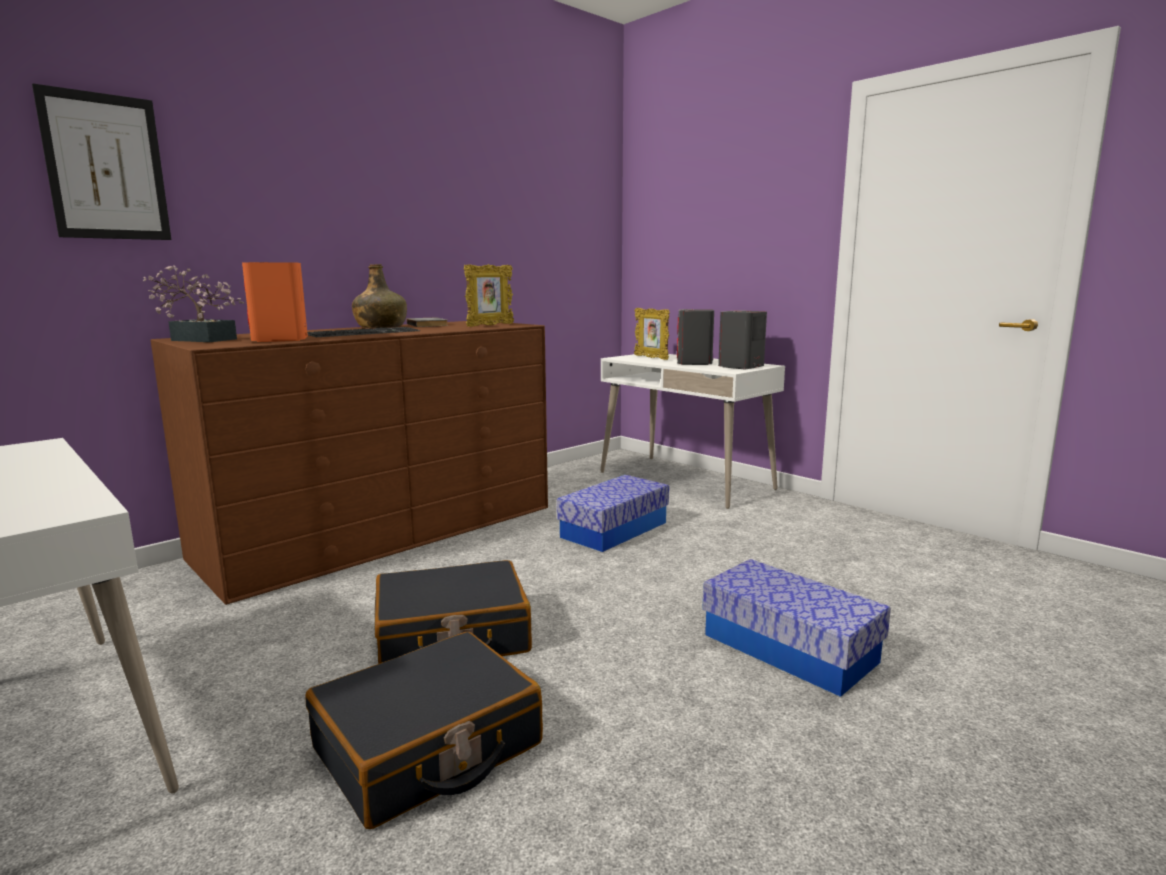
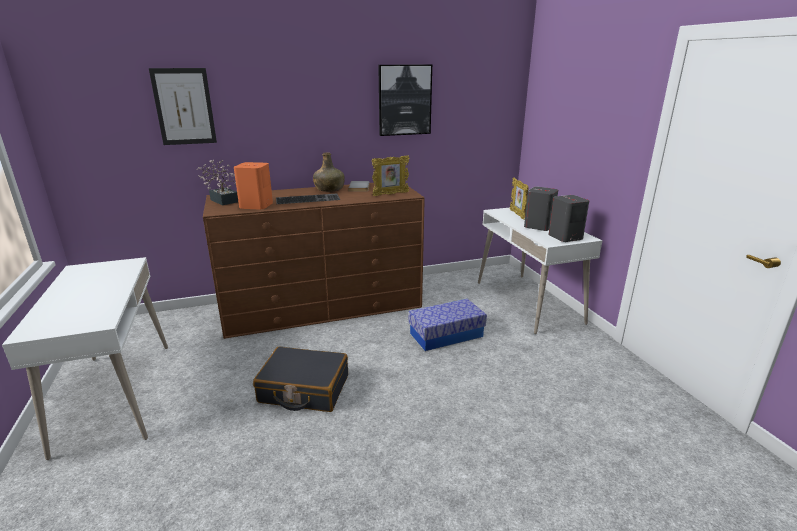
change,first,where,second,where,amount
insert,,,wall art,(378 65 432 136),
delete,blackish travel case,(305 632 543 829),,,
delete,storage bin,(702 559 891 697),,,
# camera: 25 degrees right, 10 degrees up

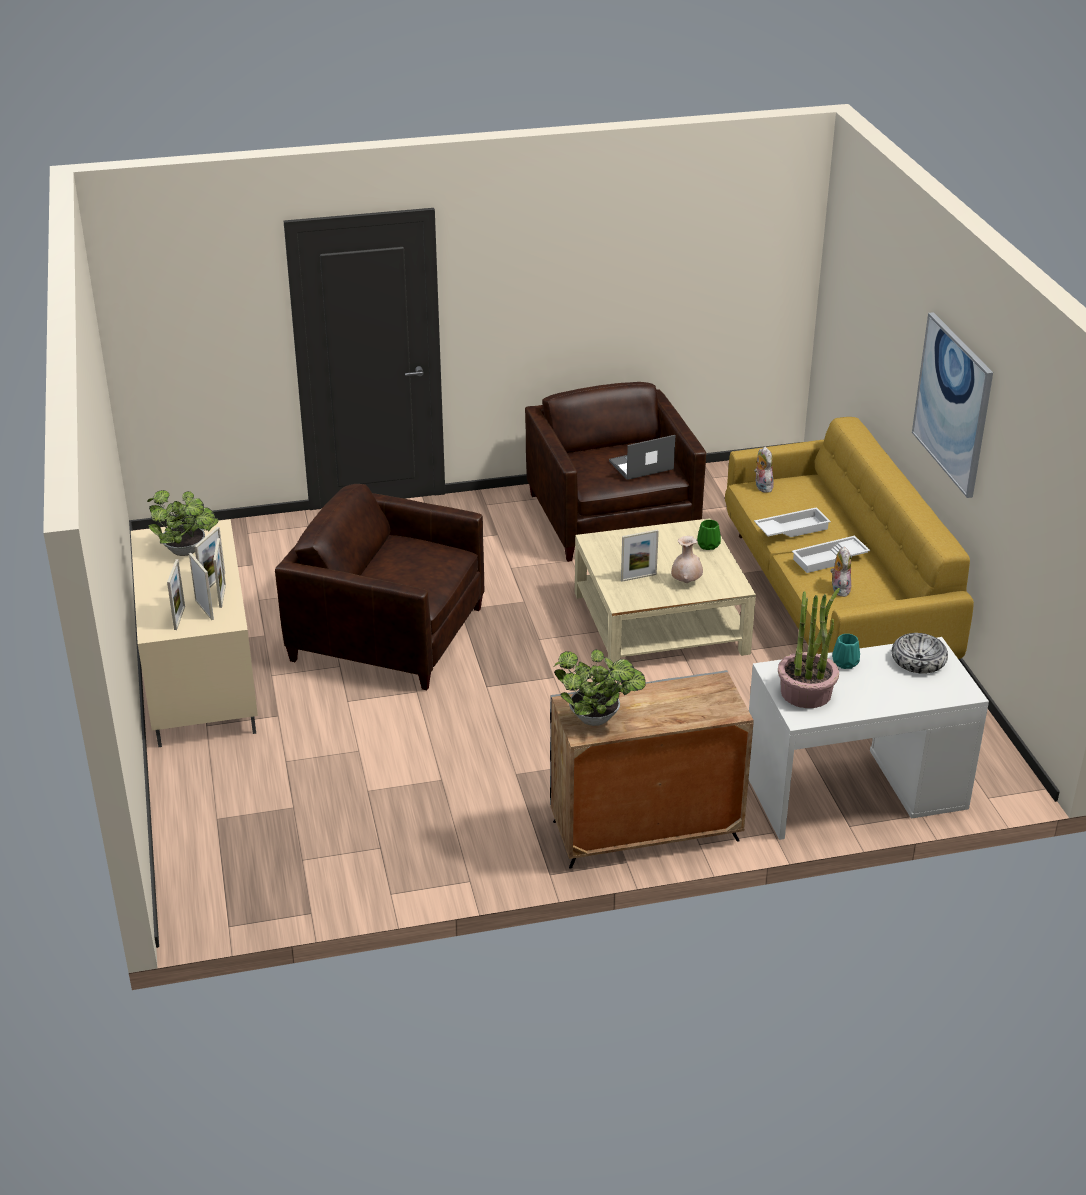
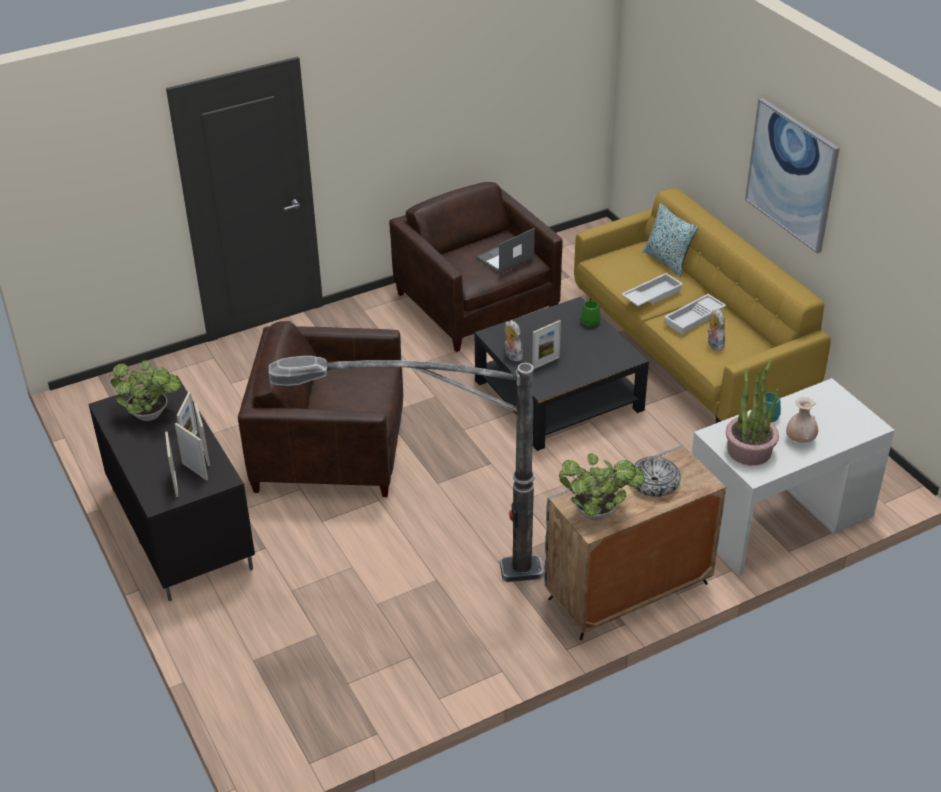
change,first,where,second,where,amount
recolor,beige tv unit,(131 519 258 747),blackish tv unit,(89 376 255 601),
insert,,,floor lamp,(269 356 544 582),
recolor,beige low table,(575 518 756 671),blackish low table,(475 297 649 451),
move,plush toy,(754 447 774 493),,(505 320 525 362),
move,bowl,(892 633 948 674),,(633 456 681 497),
insert,,,cushion,(643 203 699 277),
move,beige flower vase,(671 536 703 583),,(786 397 818 443),
# camera: 15 degrees left, 5 degrees up

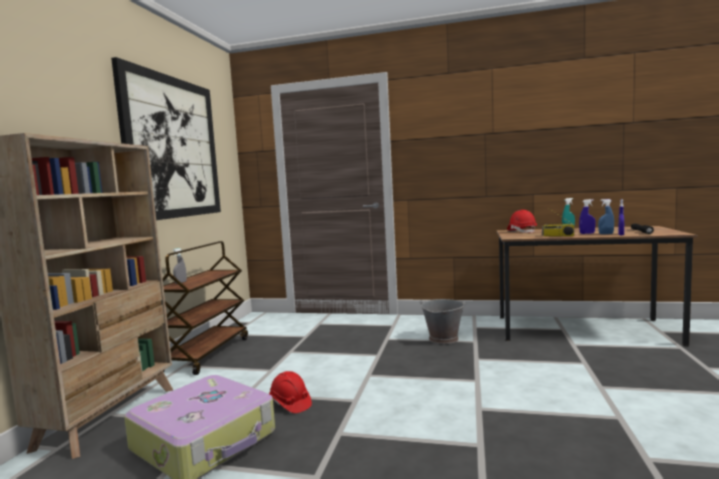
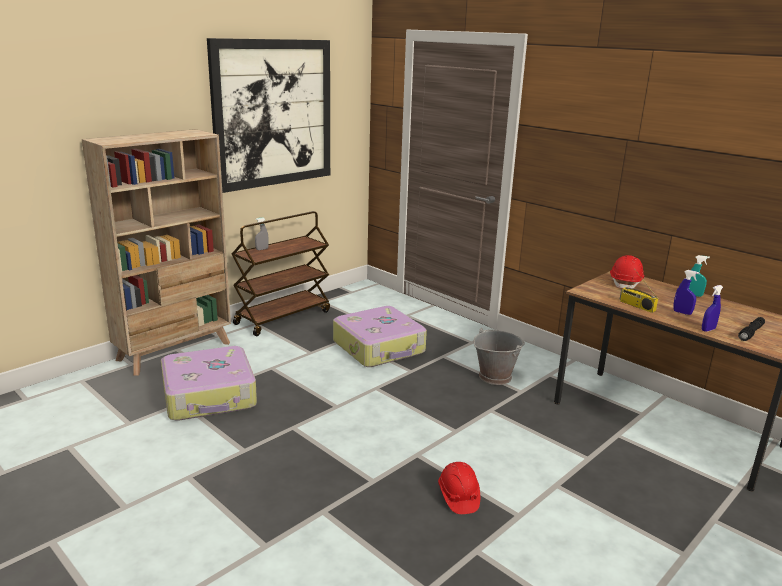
change,first,where,second,where,amount
insert,,,travel case,(333 306 427 367),
move,red hard hat,(269 371 312 413),,(438 462 480 514),
delete,blue spray bottle,(598 199 614 234),,,
# camera: 30 degrees right, 15 degrees up

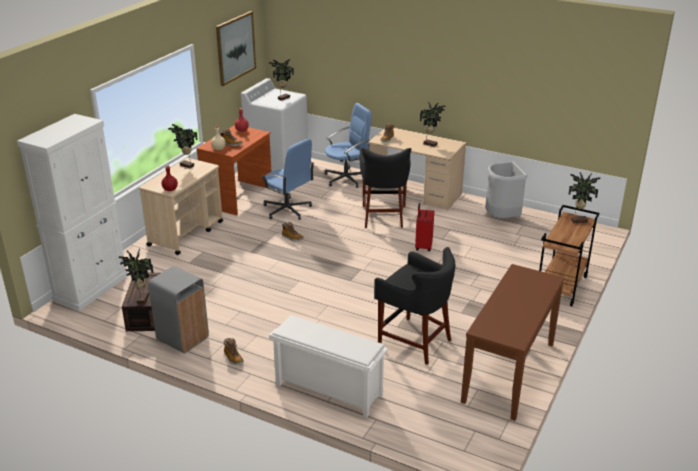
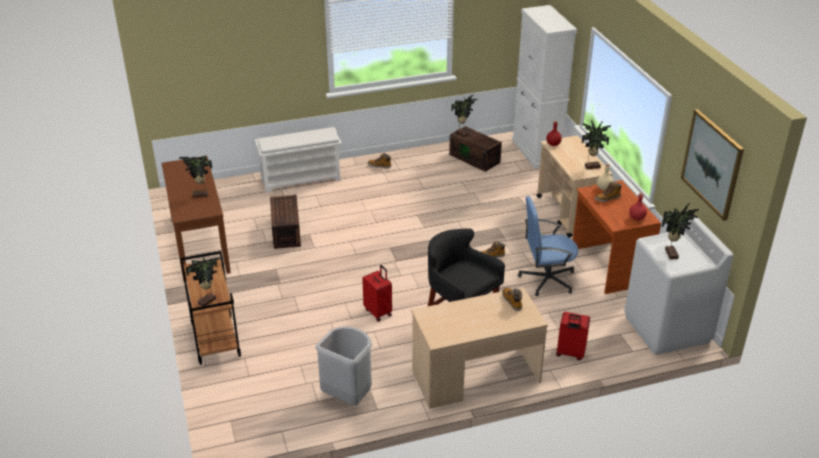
change,first,where,second,where,amount
move,plant in a pot,(420 102 445 147),,(179 156 212 198),
replace,blackish sitting stool,(374 247 456 365),brownish storage bin,(270 195 301 249),
replace,blue office chair,(324 103 371 188),red travel case,(556 312 590 361),
delete,greyish waste bin,(148 266 209 353),,,
# camera: 135 degrees right, 5 degrees up

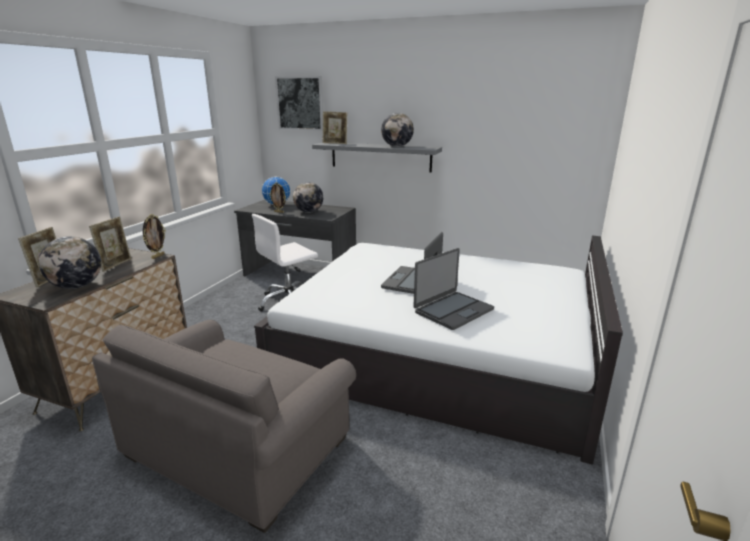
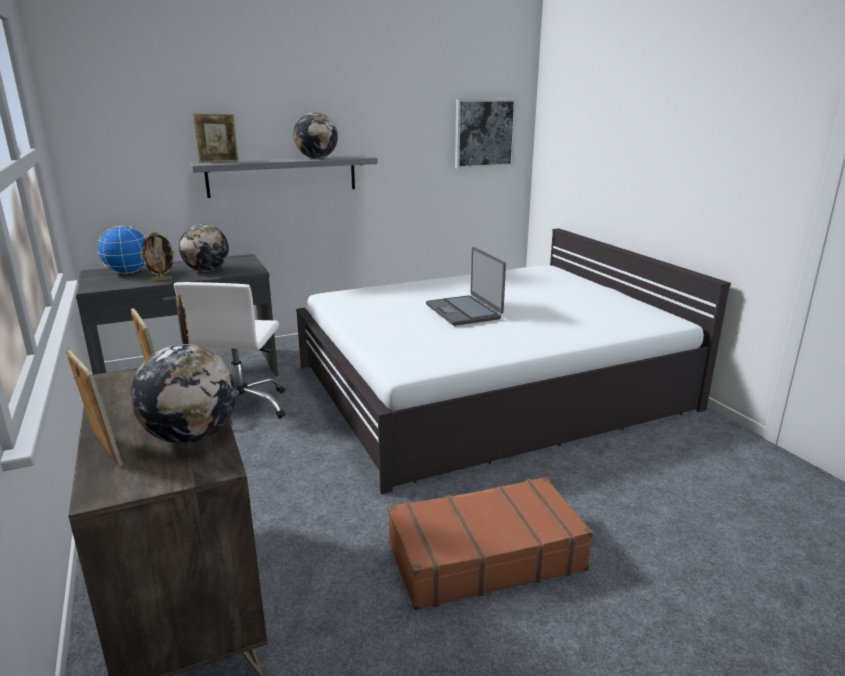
change,first,where,second,where,amount
replace,greyish lounge chair,(92 320 356 533),brownish travel case,(388 477 593 610),
move,wall art,(275 76 323 131),,(455 99 516 169),
delete,notebook computer,(414 248 494 330),,,
# camera: 45 degrees left, 0 degrees up

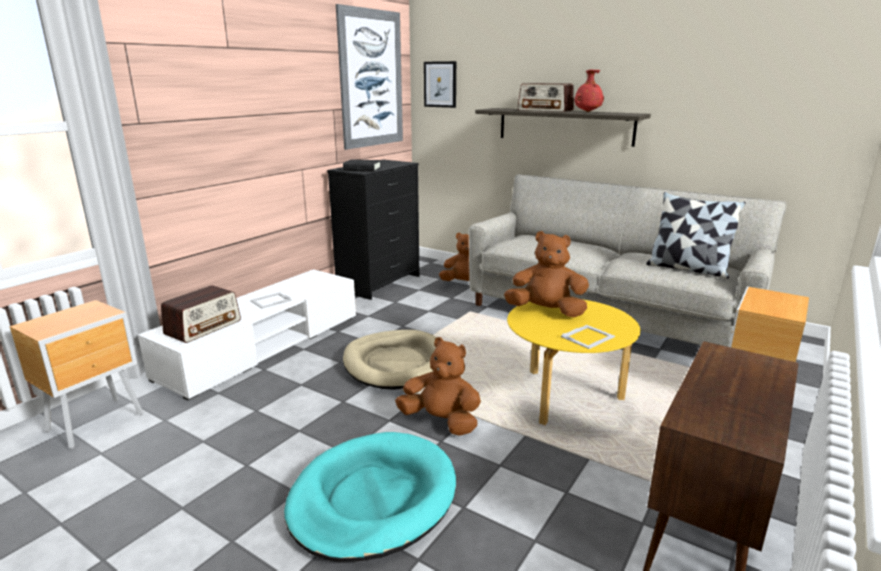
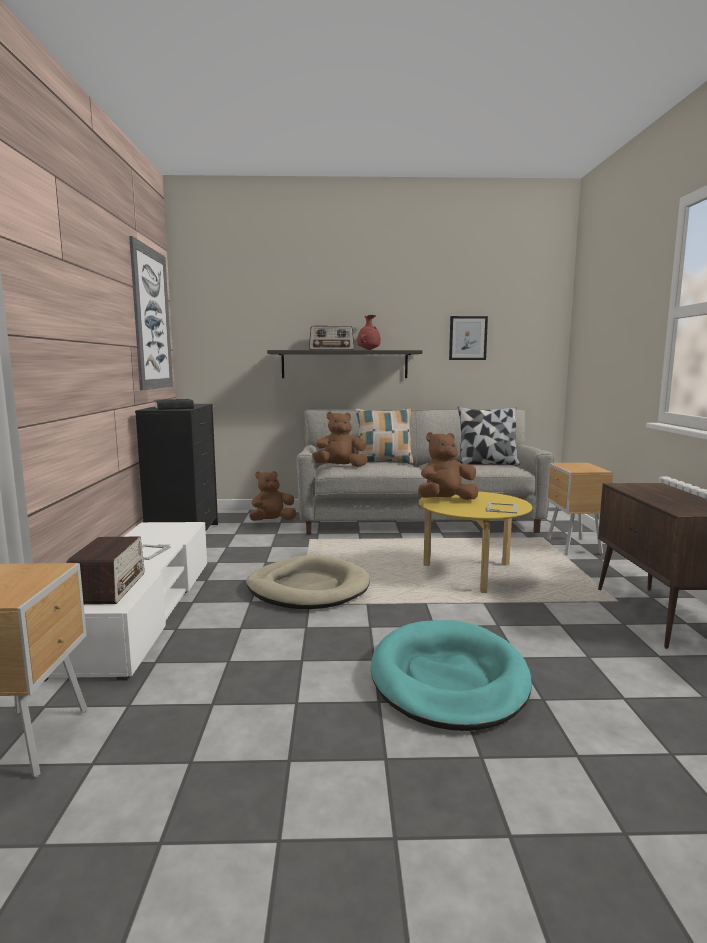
change,first,where,second,where,amount
move,brownish plush toy,(395 337 481 436),,(312 412 368 467),
insert,,,cushion,(355 408 413 464),
move,wall art,(424 61 456 108),,(449 316 488 360),
# camera: 35 degrees left, 10 degrees down

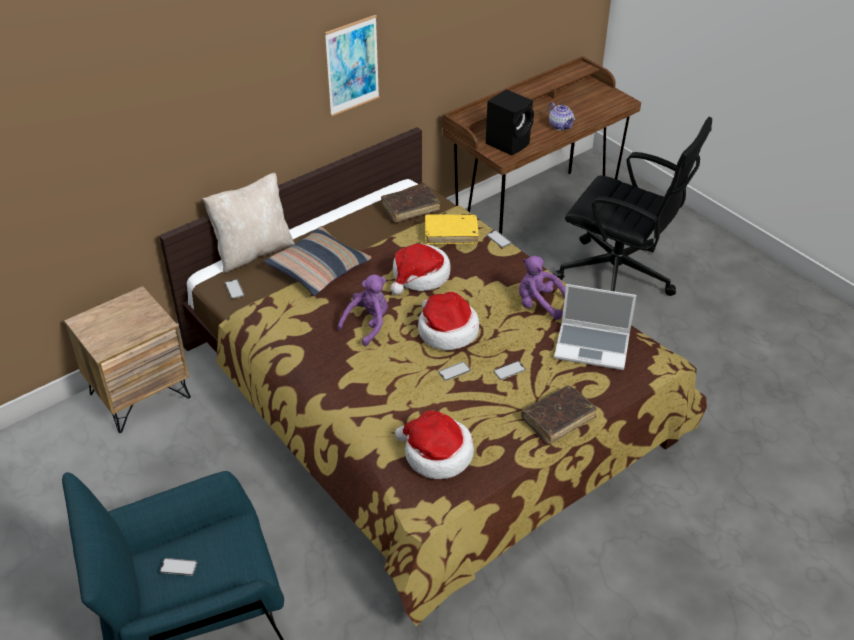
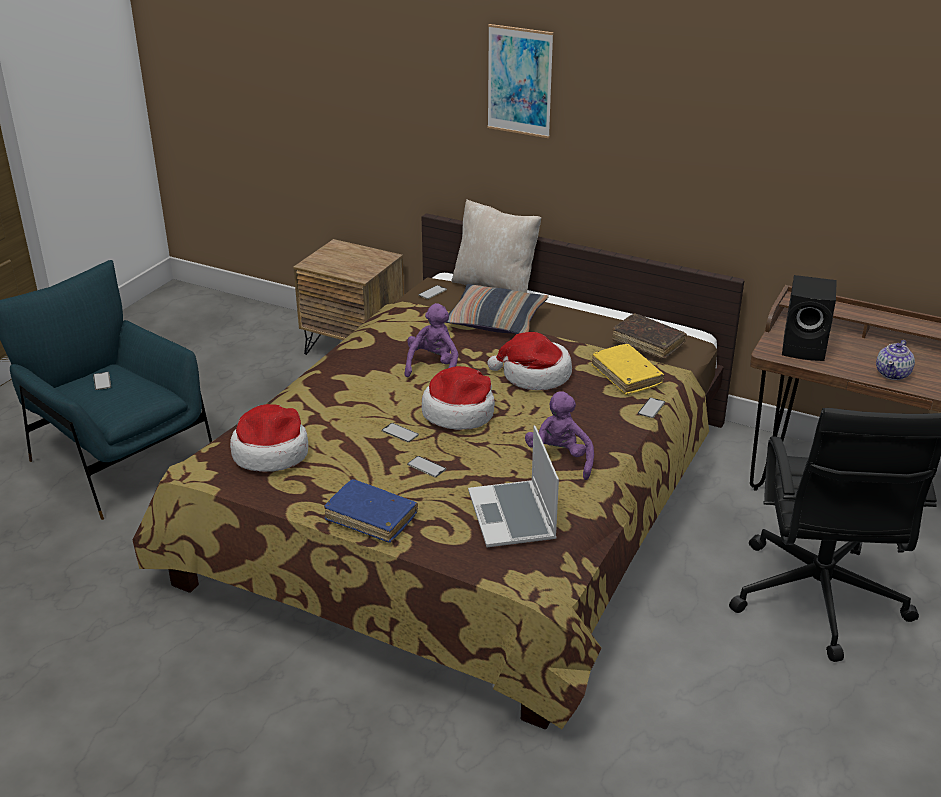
change,first,where,second,where,amount
recolor,brownish book,(521 385 597 444),blue book,(324 479 418 543),
rotate,purple-coloured plush toy,(337 274 388 346),,(405 303 459 377),90 degrees counterclockwise
move,wall art,(324 15 379 116),,(487 24 554 138),
# camera: 65 degrees right, 10 degrees down

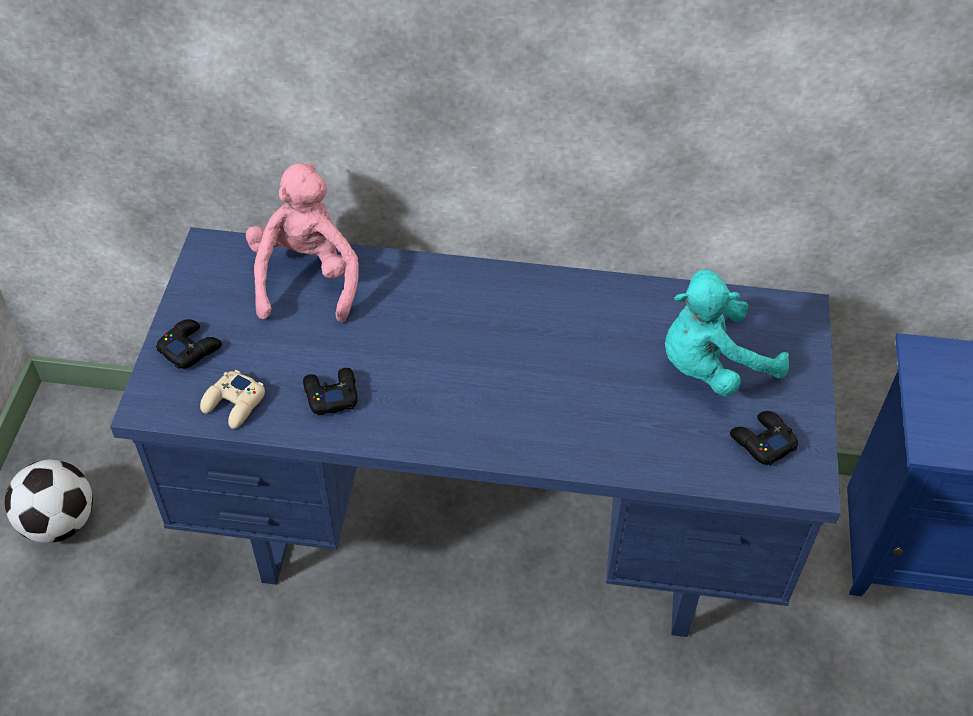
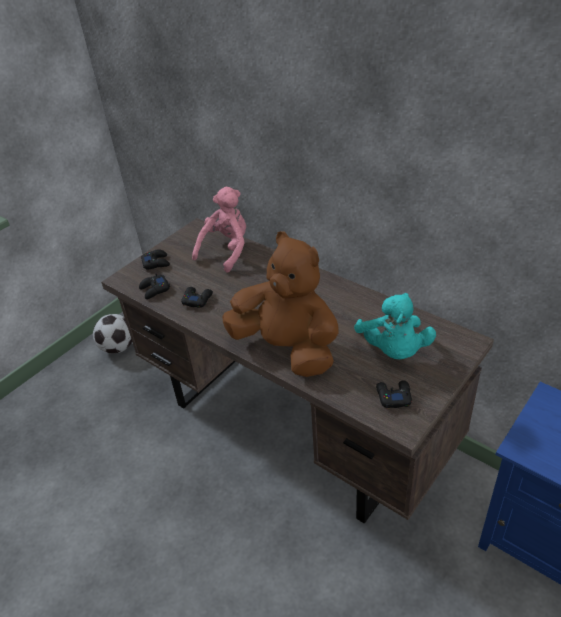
change,first,where,second,where,amount
recolor,blue desk unit,(110 227 841 637),brownish desk unit,(101 218 494 524),
recolor,beige gamepad,(200 370 265 429),blackish gamepad,(139 273 170 299),
insert,,,brownish plush toy,(222 231 338 377),
rotate,turquoise plush toy,(665 270 789 396),,(354 293 436 359),105 degrees counterclockwise
# camera: 35 degrees right, 10 degrees down

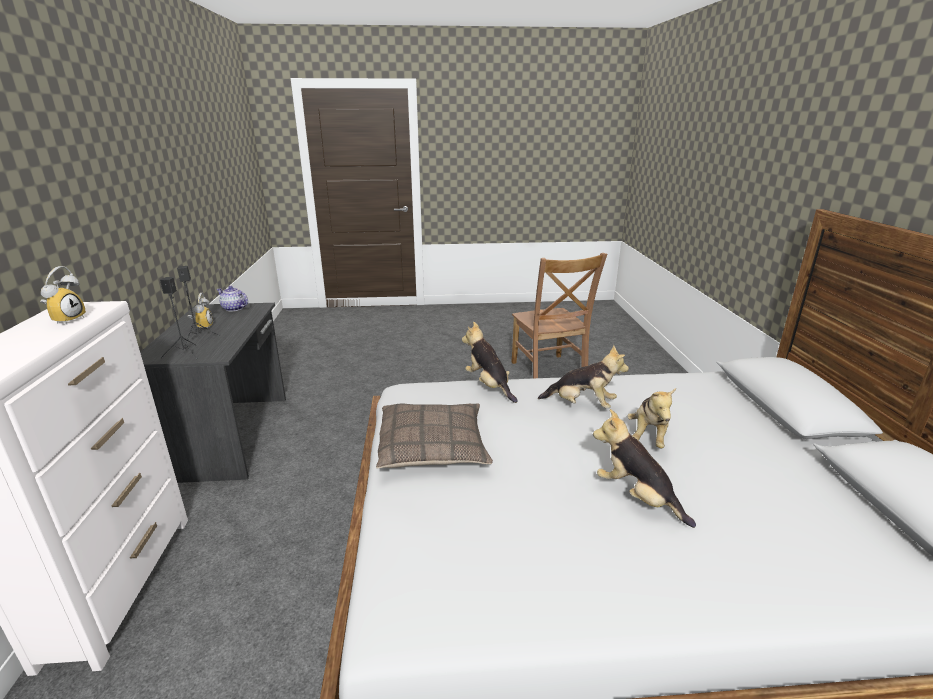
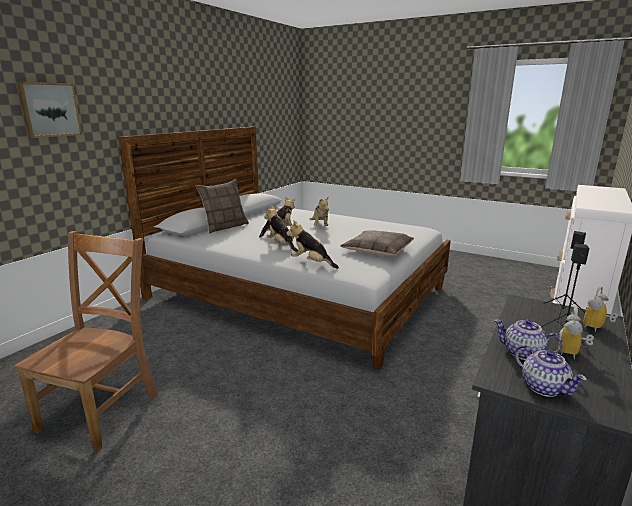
change,first,where,second,where,amount
insert,,,wall art,(17 82 82 138),
insert,,,cushion,(196 179 249 234),
rotate,plush toy,(462 322 518 403),,(286 220 339 269),120 degrees clockwise
insert,,,teapot,(494 319 563 360),
move,alarm clock,(40 266 86 325),,(583 286 618 333),
# camera: 145 degrees left, 5 degrees down

